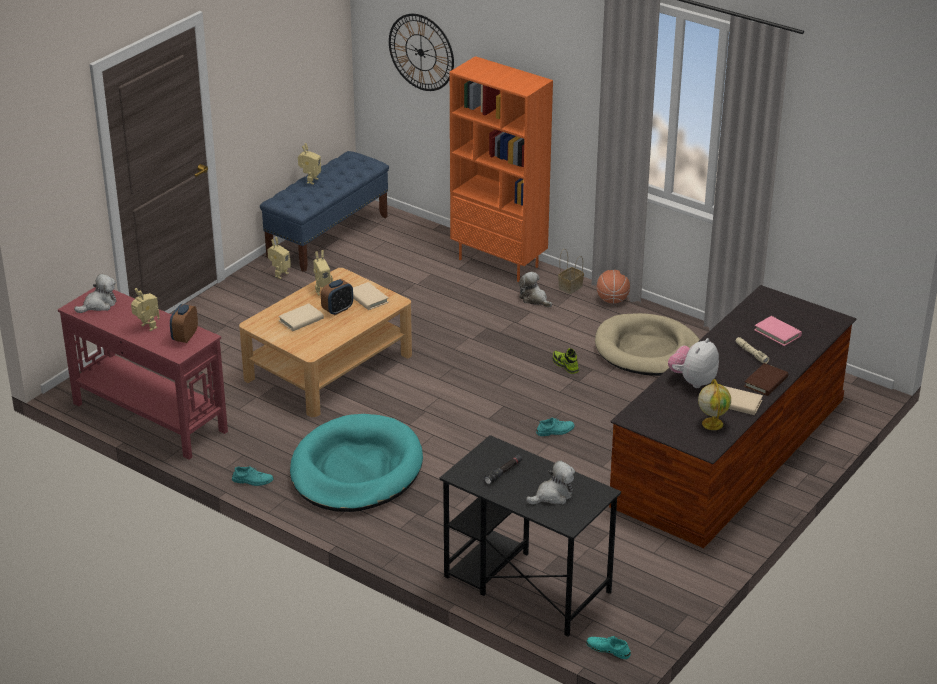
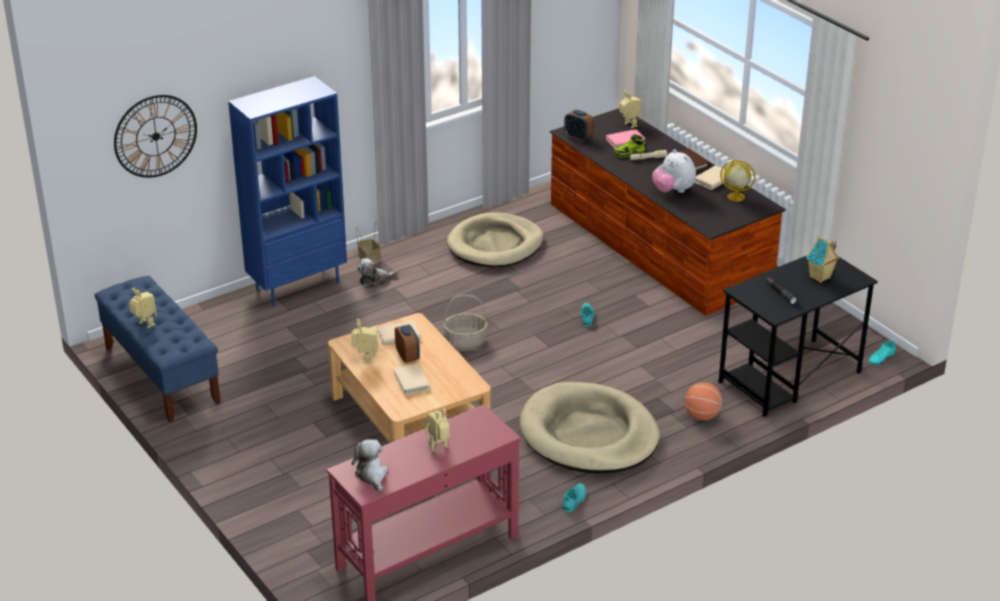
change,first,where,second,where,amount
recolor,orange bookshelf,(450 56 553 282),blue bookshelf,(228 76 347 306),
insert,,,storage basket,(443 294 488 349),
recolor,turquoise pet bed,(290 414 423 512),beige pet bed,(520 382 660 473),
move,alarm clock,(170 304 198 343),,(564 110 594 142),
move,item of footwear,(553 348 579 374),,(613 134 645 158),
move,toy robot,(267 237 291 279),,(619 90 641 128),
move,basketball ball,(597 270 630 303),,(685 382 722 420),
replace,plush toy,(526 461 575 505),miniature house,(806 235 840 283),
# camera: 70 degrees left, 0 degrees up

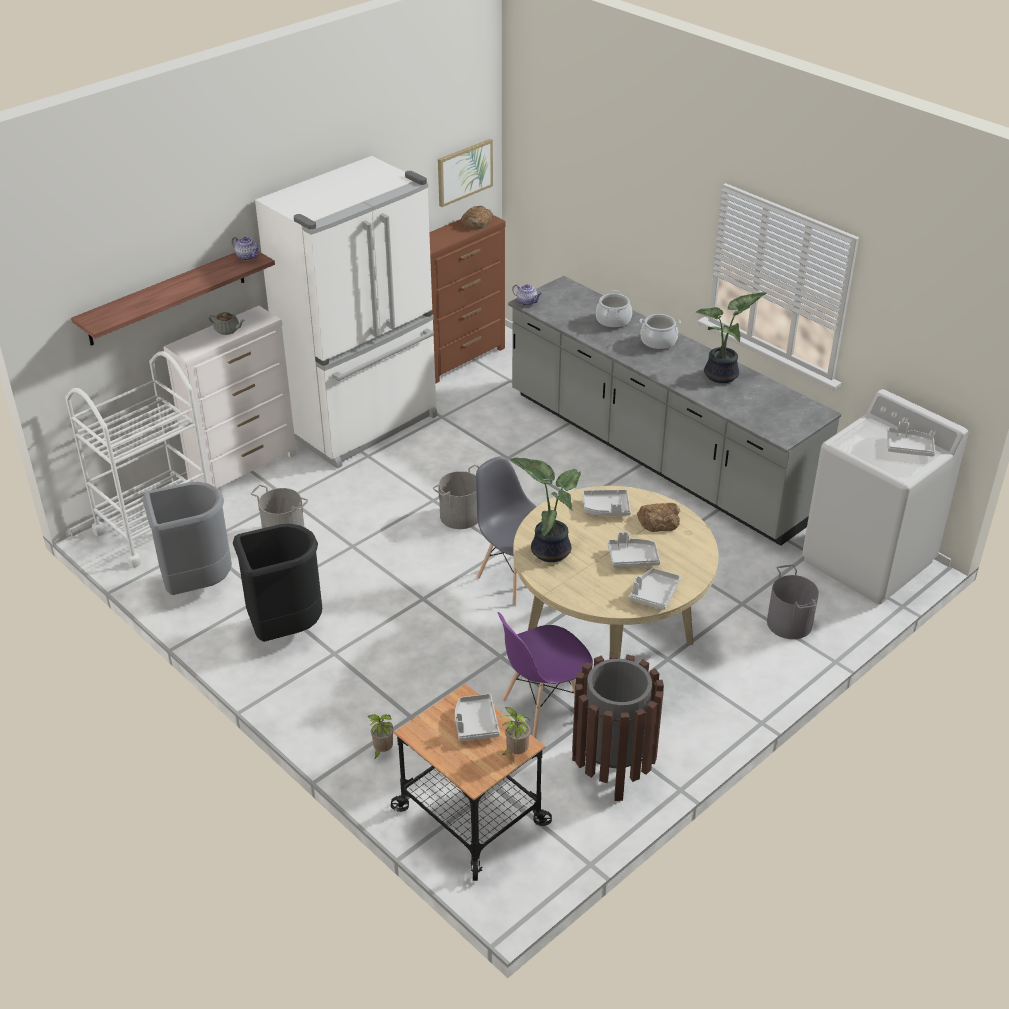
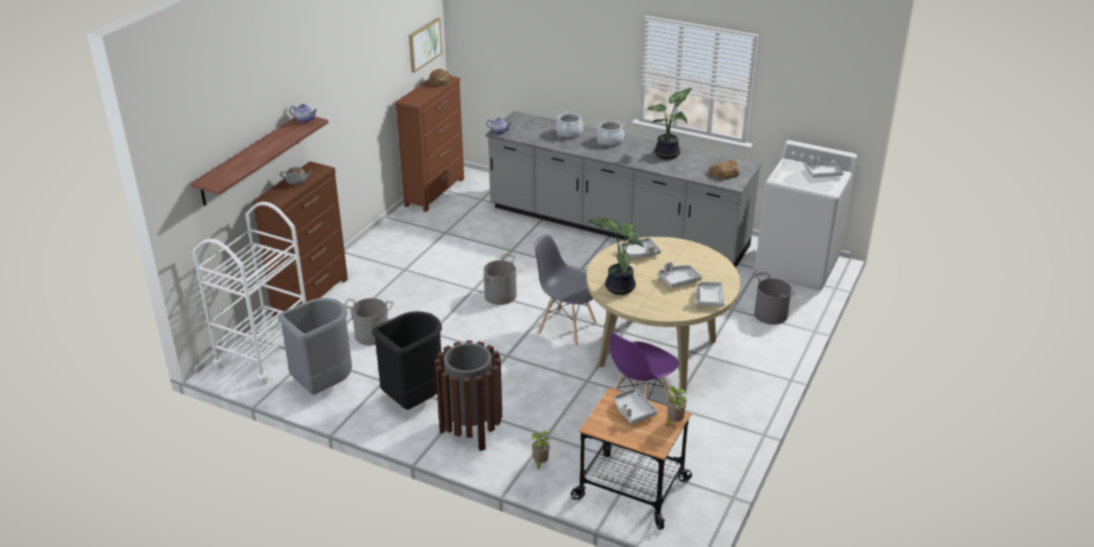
change,first,where,second,where,amount
recolor,whitish drawer chest,(164 306 297 488),brownish drawer chest,(252 161 348 317),
move,brownish waste bin,(572 653 664 801),,(435 340 502 451),
move,baked bread,(637 503 680 532),,(710 160 739 180),
delete,whitish kitchen fridge,(255 156 437 469),,,
# camera: 20 degrees left, 5 degrees down

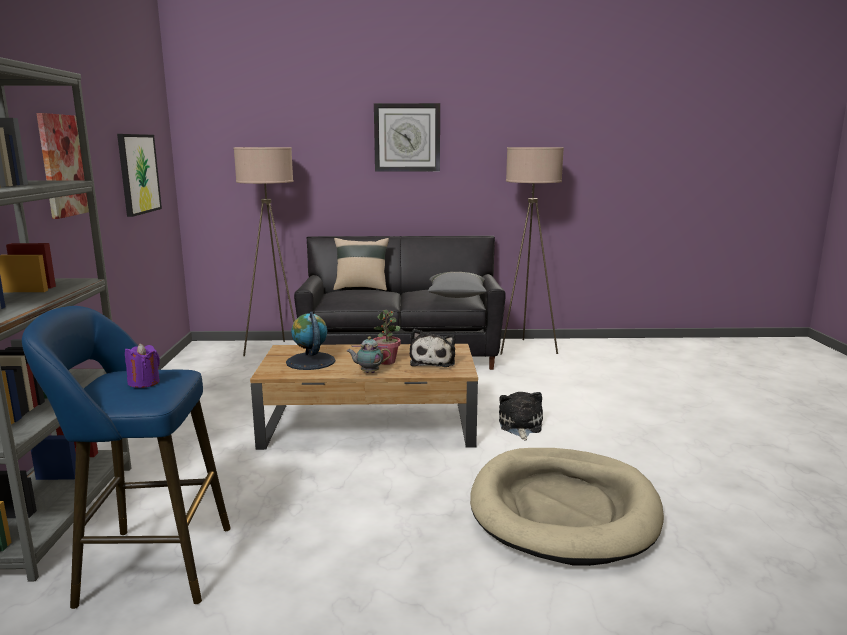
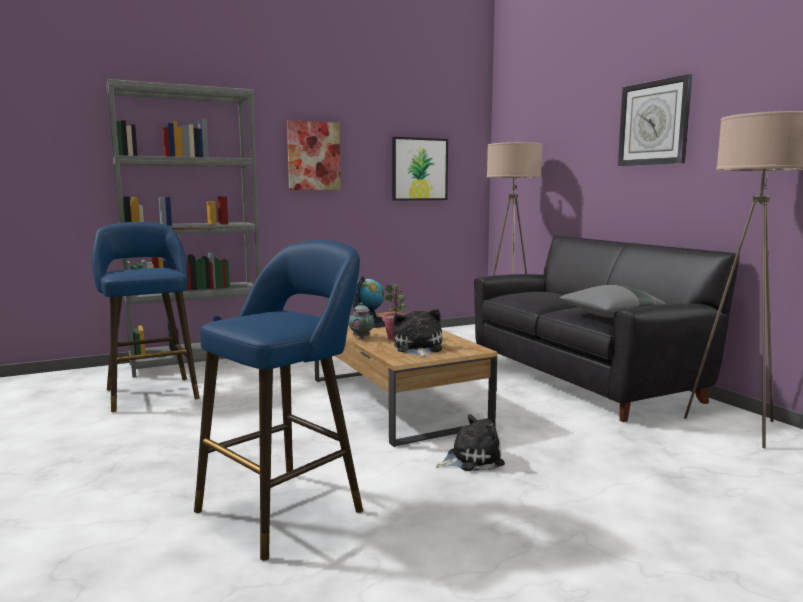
change,first,where,second,where,amount
replace,beige pet bed,(470 448 664 566),blue sitting stool,(194 240 363 561),
rotate,plush toy,(409 329 455 367),,(394 309 442 358),105 degrees clockwise
delete,purple-coloured wax light,(125 343 160 388),,,
delete,beige cushion,(333 238 389 291),,,
# camera: 65 degrees right, 5 degrees down

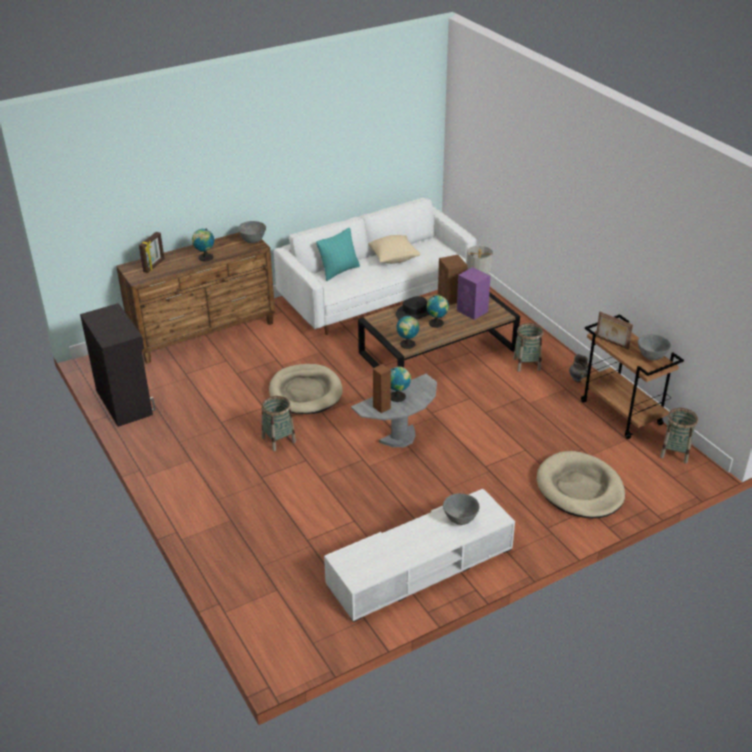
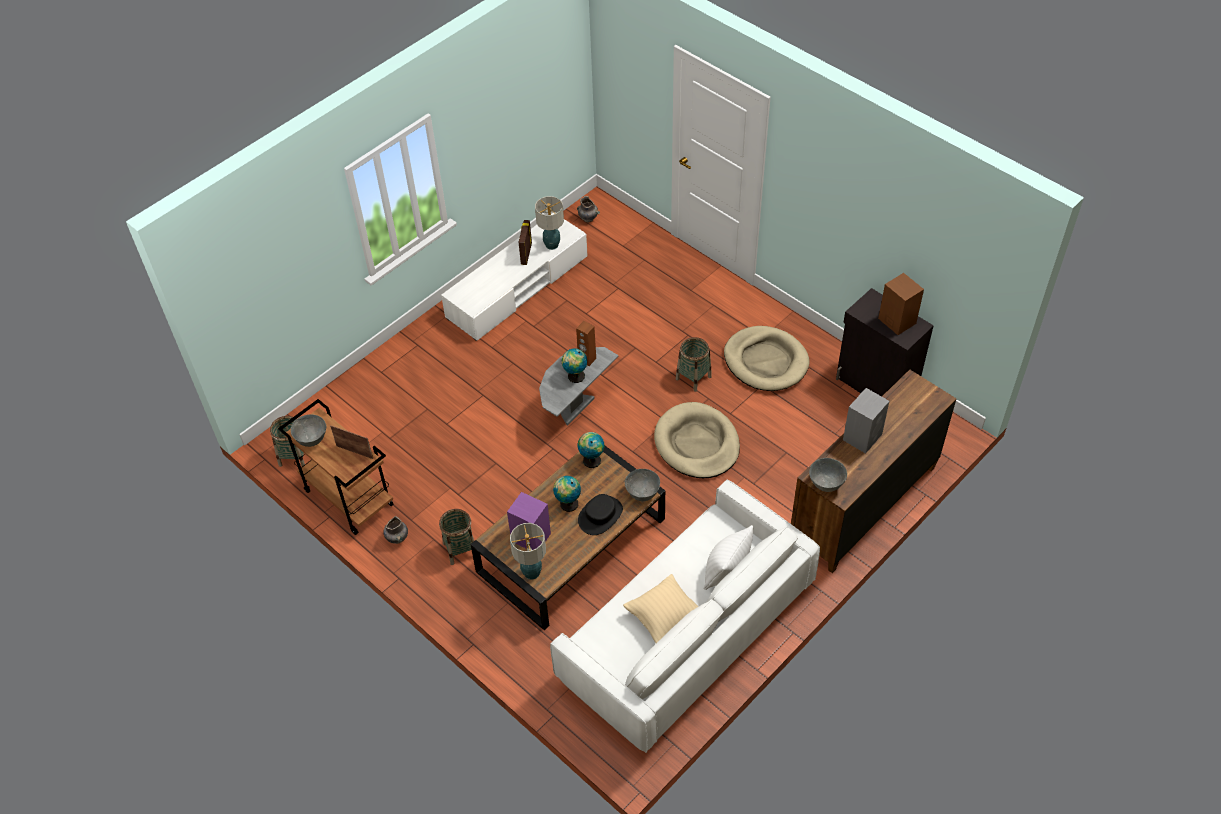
change,first,where,second,where,amount
move,standing frame,(139 232 165 273),,(519 220 532 265),
insert,,,table lamp,(535 196 564 250),
insert,,,greyish flower vase,(577 196 600 222),
move,greyish bowl,(443 493 479 525),,(625 469 660 501),
recolor,turquoise cushion,(316 228 360 281),whitish cushion,(704 525 753 590),
move,beige pet bed,(537 451 625 518),,(724 326 810 391),
replace,world globe,(192 229 214 262),greyish speaker,(843 388 889 454),
move,brownish speaker,(438 255 468 305),,(878 273 924 335),
# camera: 165 degrees right, 15 degrees up

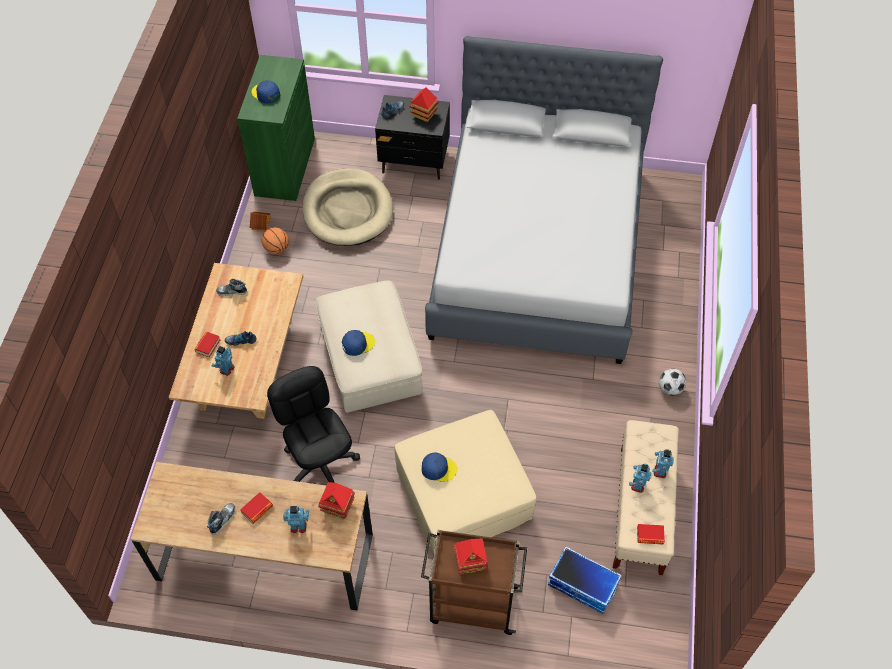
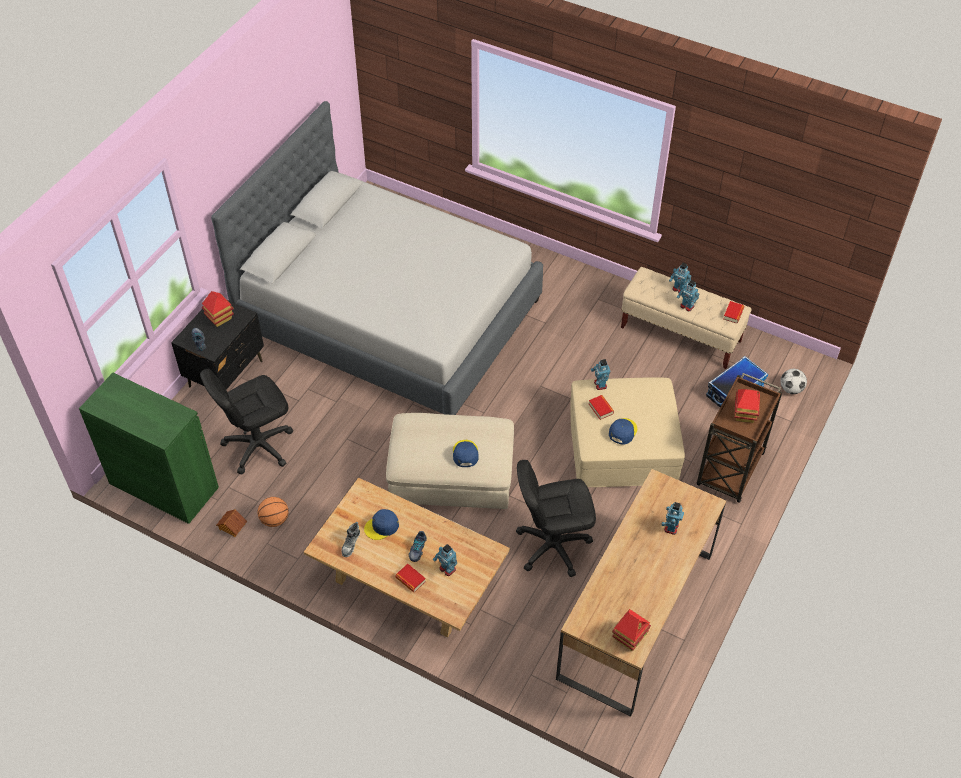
change,first,where,second,where,amount
replace,beige pet bed,(302 168 393 246),blackish office chair,(200 368 293 475),
move,blue peaked cap,(252 80 280 104),,(364 509 399 540),
move,book,(240 492 273 524),,(589 395 614 420),
insert,,,toy robot,(591 359 610 390),
move,miniature house,(318 482 355 519),,(612 609 651 651),
move,football ball,(659 368 686 395),,(780 369 807 394),
delete,item of footwear,(207 503 235 535),,,
# camera: 70 degrees left, 5 degrees down

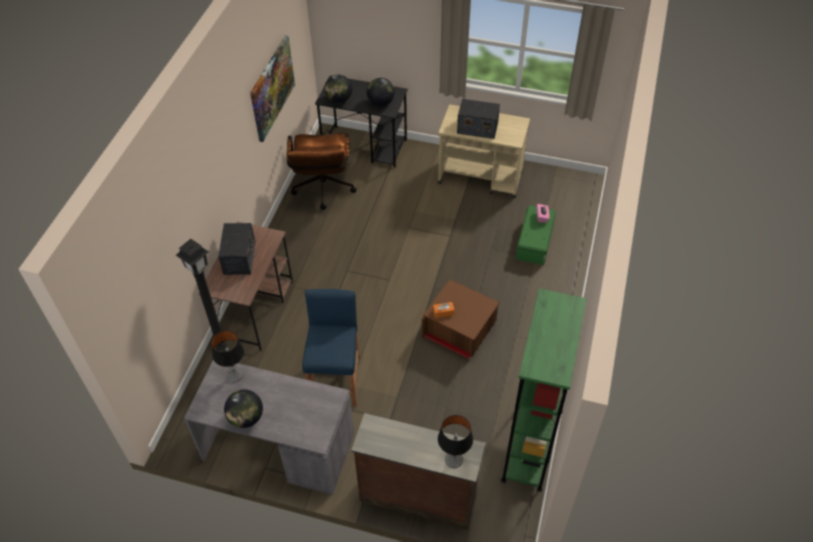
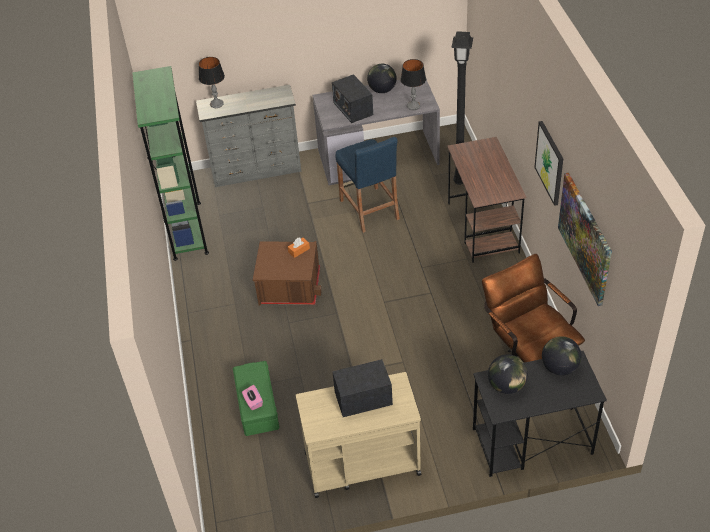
change,first,where,second,where,amount
recolor,brownish drawer chest,(351 413 486 530),greyish drawer chest,(196 85 301 187),
move,radio set,(218 223 255 275),,(332 74 373 123),
insert,,,wall art,(534 121 563 206),
# camera: 155 degrees right, 5 degrees down

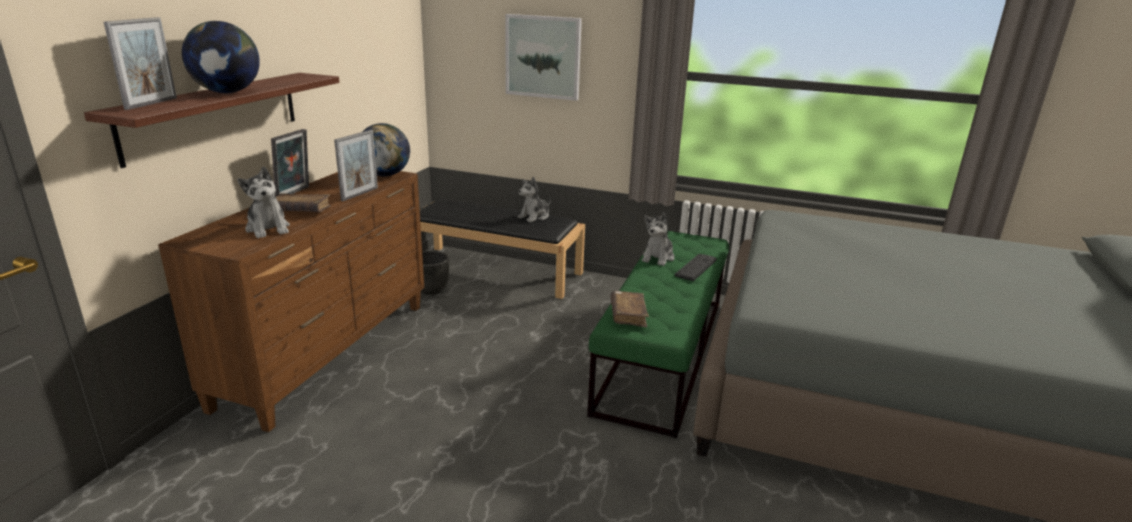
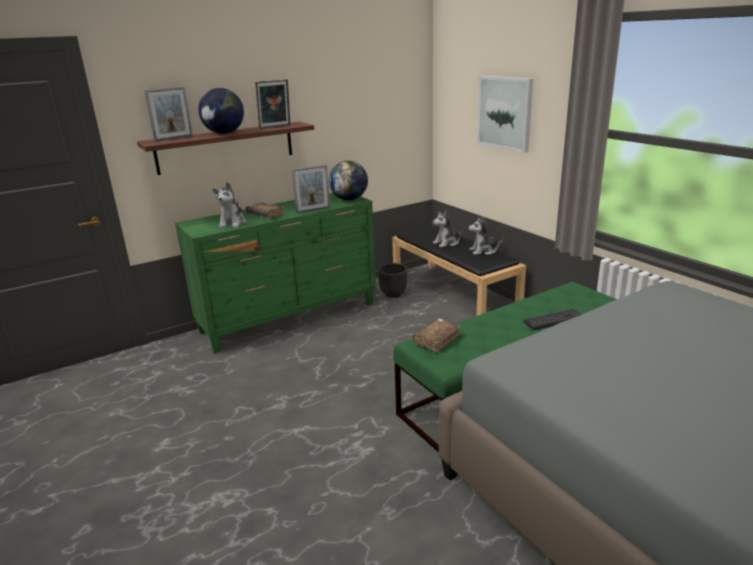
change,first,where,second,where,amount
recolor,brownish drawer chest,(158 171 424 432),green drawer chest,(175 192 376 353),
move,standing frame,(271 129 309 197),,(255 79 290 129),
move,plush toy,(642 212 674 266),,(433 210 463 247),
# camera: 40 degrees right, 0 degrees up

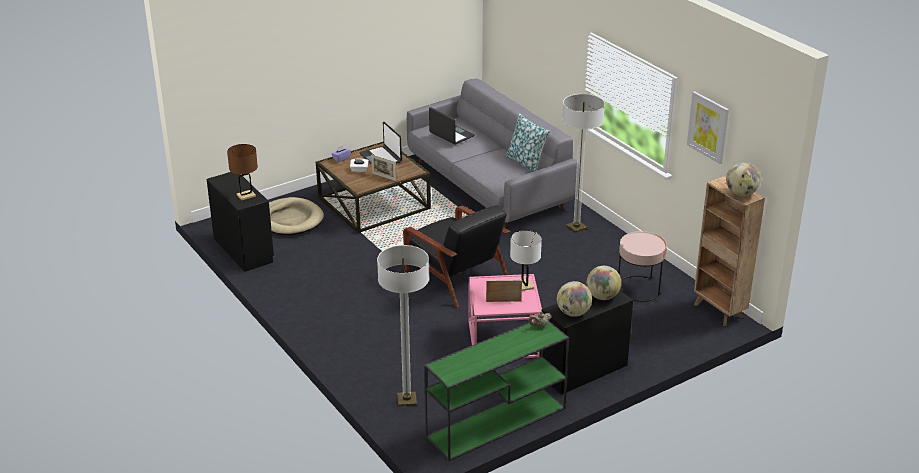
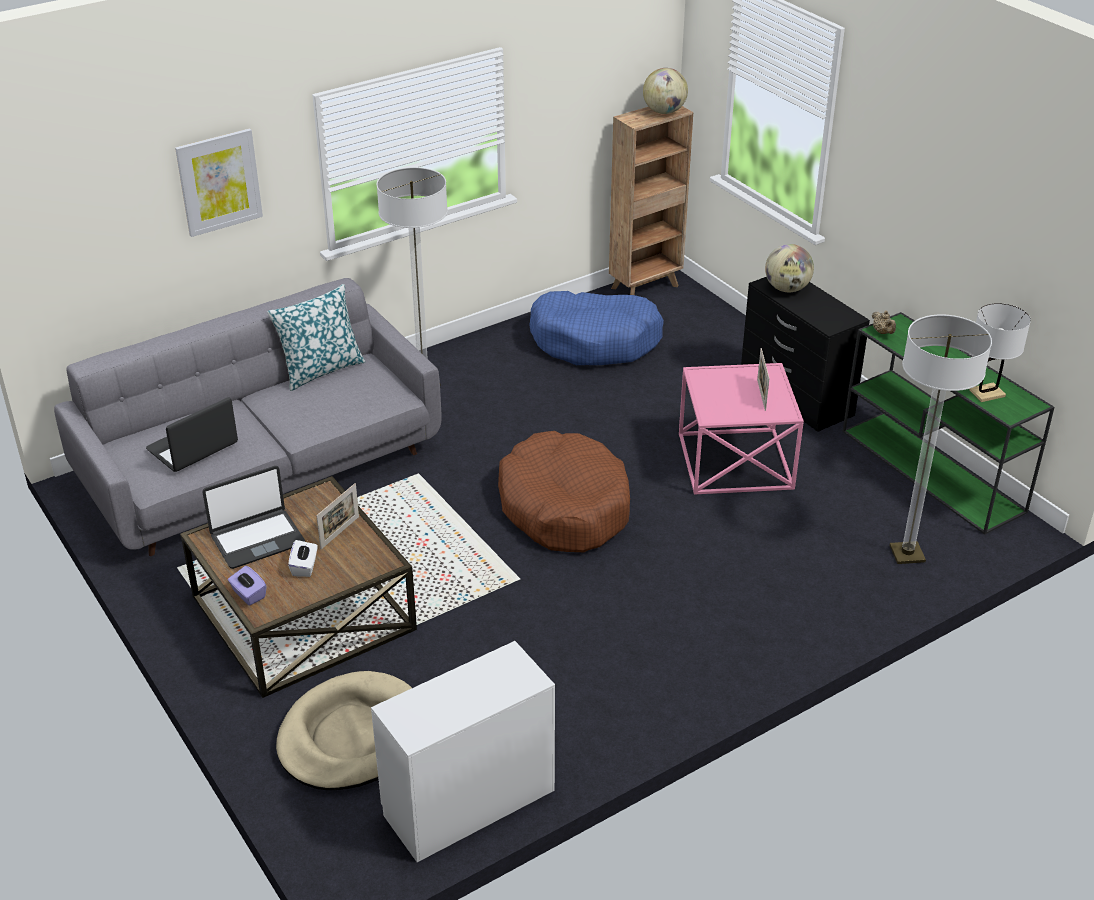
change,first,where,second,where,amount
move,wall art,(687 91 729 164),,(175 128 263 237),
recolor,blackish drawer chest,(207 172 274 272),whitish drawer chest,(371 641 555 862),
replace,blackish lounge chair,(403 205 510 308),brownish pet bed,(498 431 630 552),
replace,pink side table,(618 231 667 302),blue pet bed,(529 291 664 365),
move,whitish table lamp,(510 230 542 291),,(969 303 1031 402),
delete,brownish table lamp,(227 144 258 201),,,
delete,world globe,(557 281 592 317),,,
# camera: 90 degrees left, 5 degrees up

